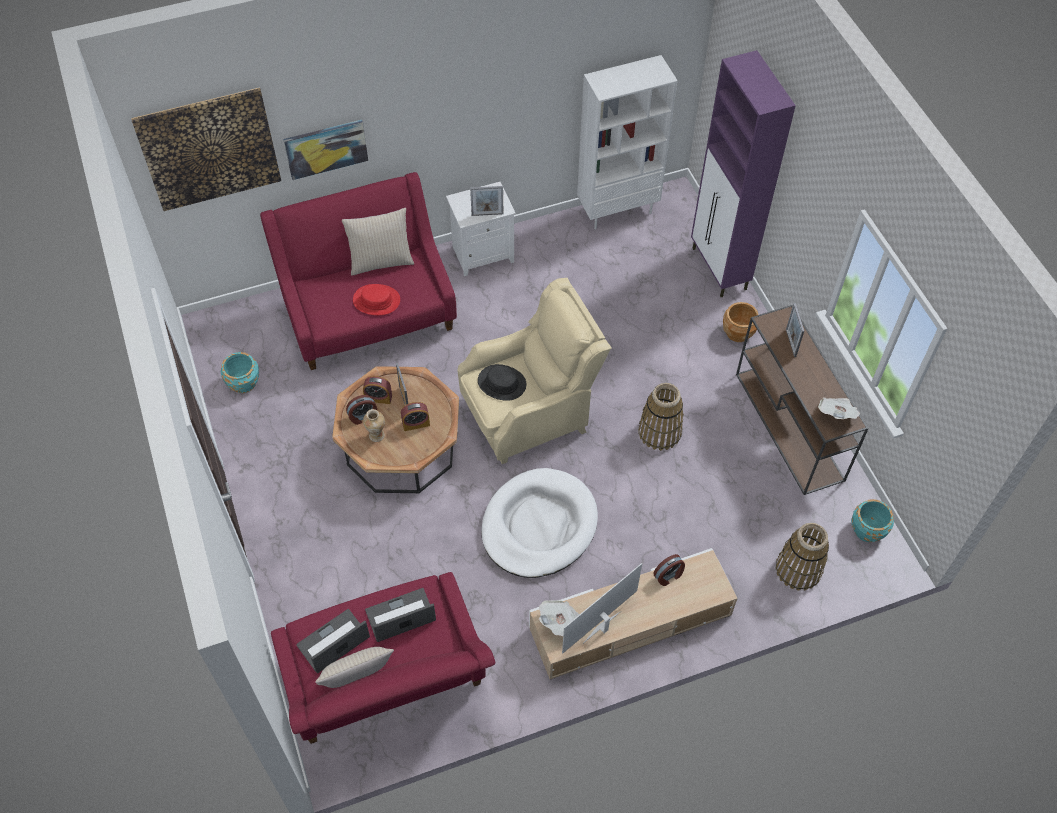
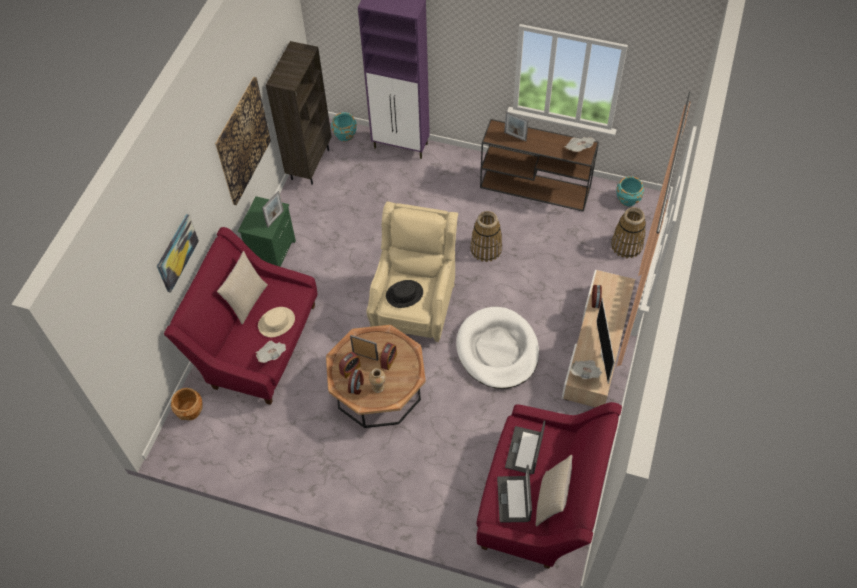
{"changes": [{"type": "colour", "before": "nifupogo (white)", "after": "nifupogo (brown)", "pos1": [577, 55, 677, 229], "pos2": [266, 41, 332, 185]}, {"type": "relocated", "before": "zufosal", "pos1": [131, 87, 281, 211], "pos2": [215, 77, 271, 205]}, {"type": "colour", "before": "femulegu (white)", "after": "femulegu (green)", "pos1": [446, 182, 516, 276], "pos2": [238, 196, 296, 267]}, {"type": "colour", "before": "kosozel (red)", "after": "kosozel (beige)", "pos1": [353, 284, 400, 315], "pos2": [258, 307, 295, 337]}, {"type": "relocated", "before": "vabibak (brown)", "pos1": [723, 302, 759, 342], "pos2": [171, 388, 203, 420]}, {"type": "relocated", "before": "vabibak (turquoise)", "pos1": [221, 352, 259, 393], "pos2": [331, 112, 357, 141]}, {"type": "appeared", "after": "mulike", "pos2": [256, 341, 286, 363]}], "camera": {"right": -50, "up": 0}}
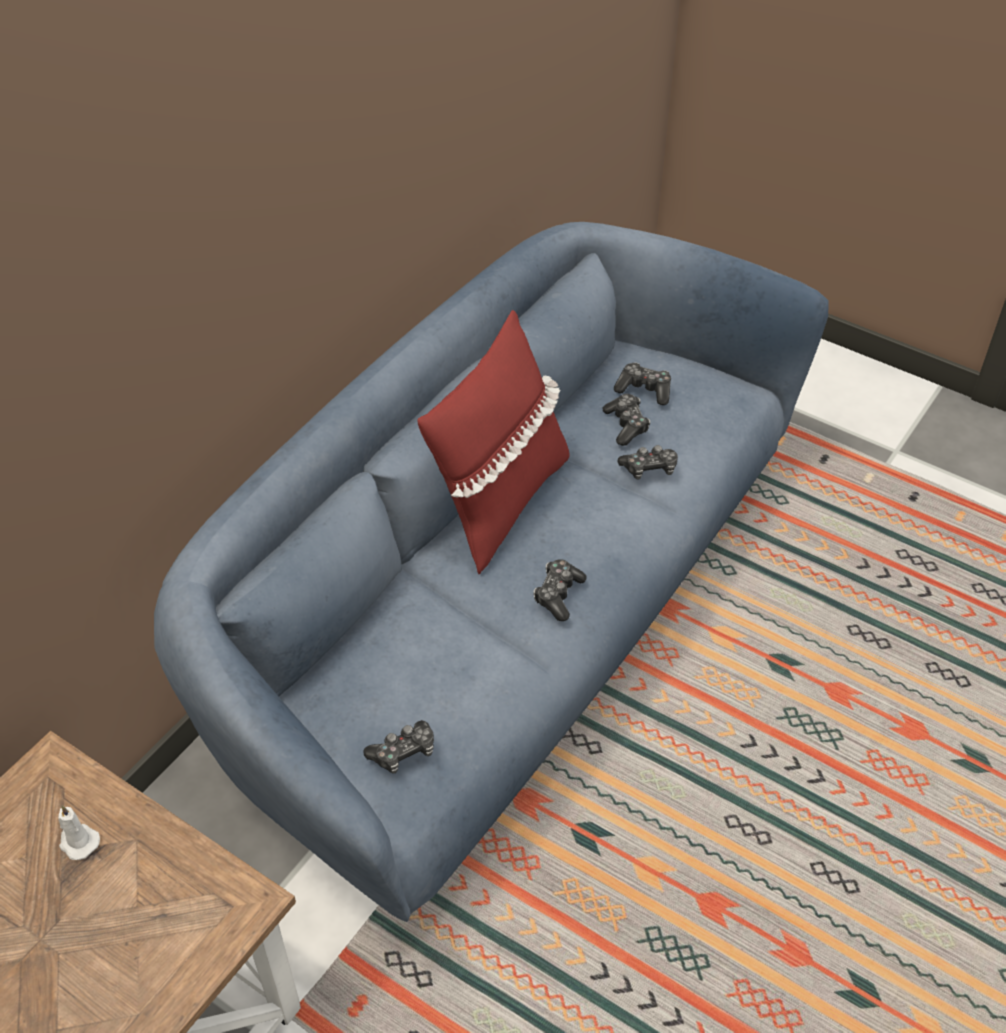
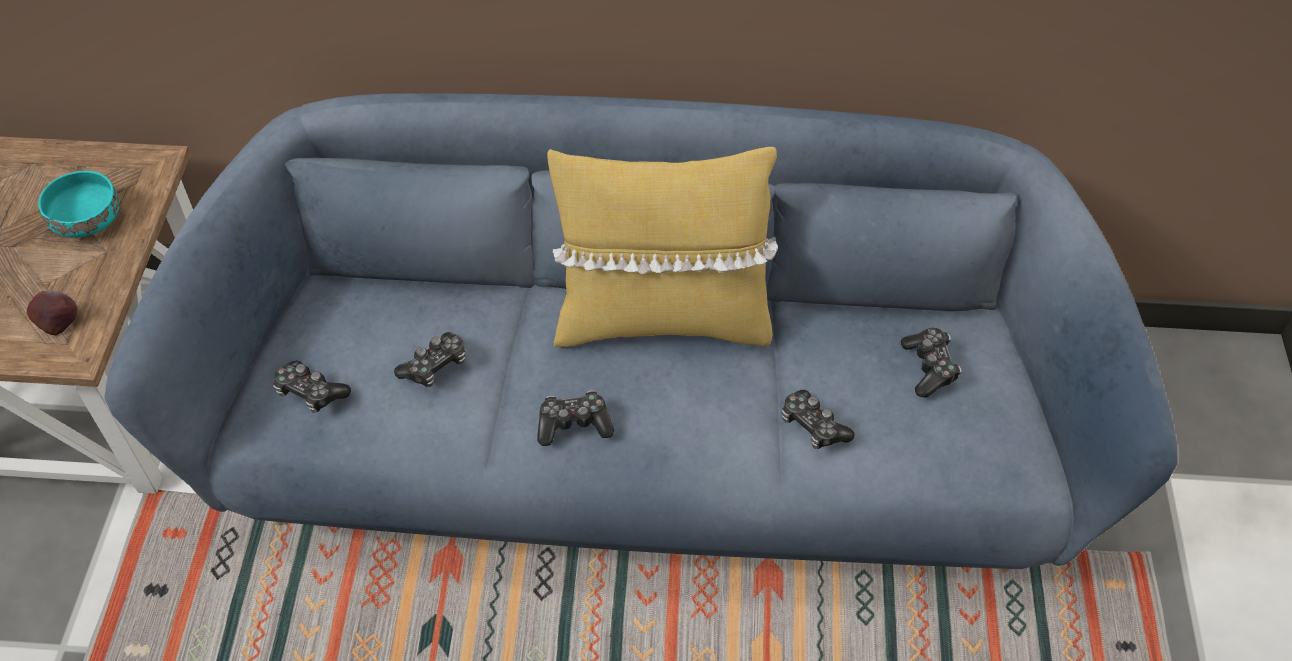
{"changes": [{"type": "colour", "before": "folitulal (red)", "after": "folitulal (yellow)", "pos1": [417, 310, 569, 574], "pos2": [547, 147, 778, 347]}, {"type": "relocated", "before": "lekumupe", "pos1": [603, 394, 650, 446], "pos2": [394, 332, 466, 387]}, {"type": "exchanged", "before": "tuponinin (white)", "after": "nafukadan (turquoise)", "pos1": [58, 805, 100, 860], "pos2": [38, 171, 120, 237]}, {"type": "appeared", "after": "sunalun", "pos2": [27, 290, 77, 335]}], "camera": {"right": 60, "up": 5}}
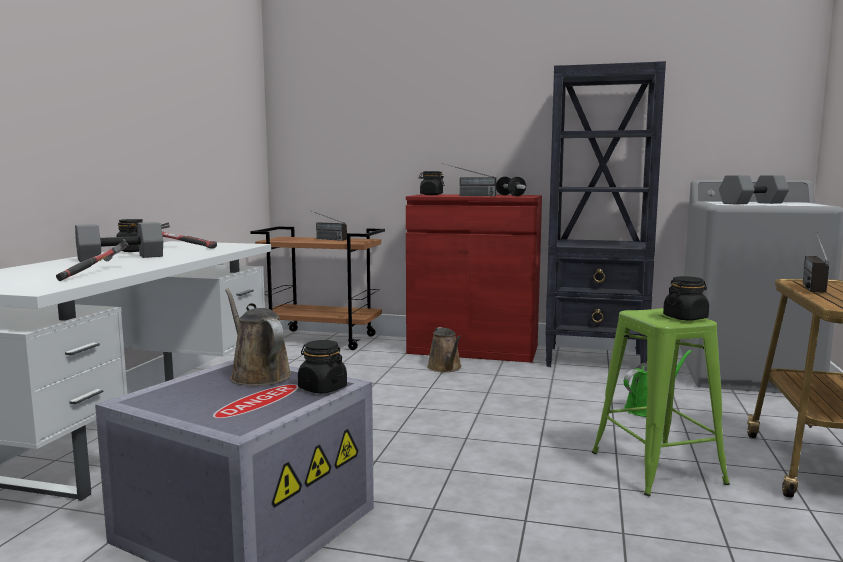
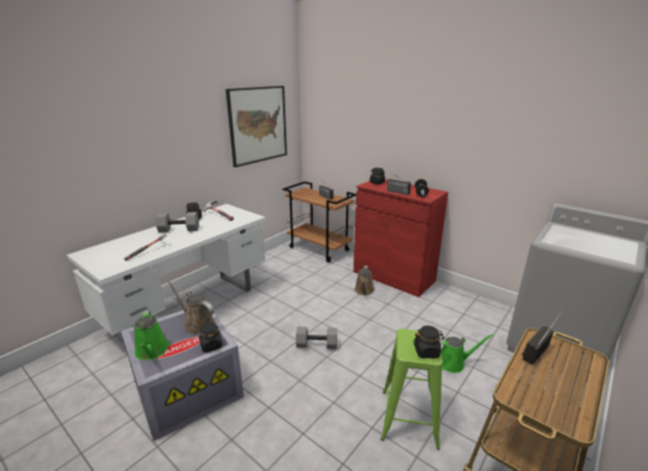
{"changes": [{"type": "missing", "before": "nifupogo (black)", "pos1": [546, 61, 666, 367]}, {"type": "relocated", "before": "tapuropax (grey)", "pos1": [719, 175, 789, 204], "pos2": [296, 327, 337, 349]}, {"type": "spun", "before": "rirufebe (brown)", "pos1": [225, 289, 291, 386], "pos2": [167, 280, 215, 334], "turn": -45}, {"type": "appeared", "after": "zufosal", "pos2": [226, 86, 287, 167]}, {"type": "appeared", "after": "rirufebe (green)", "pos2": [134, 310, 169, 360]}], "camera": {"right": 25, "up": 15}}
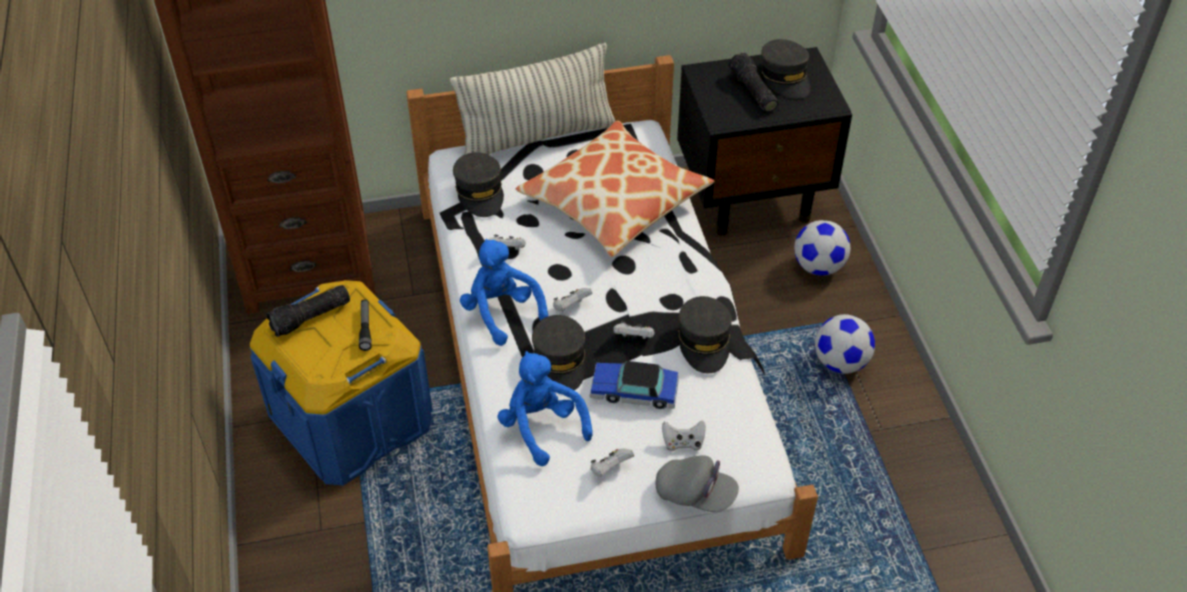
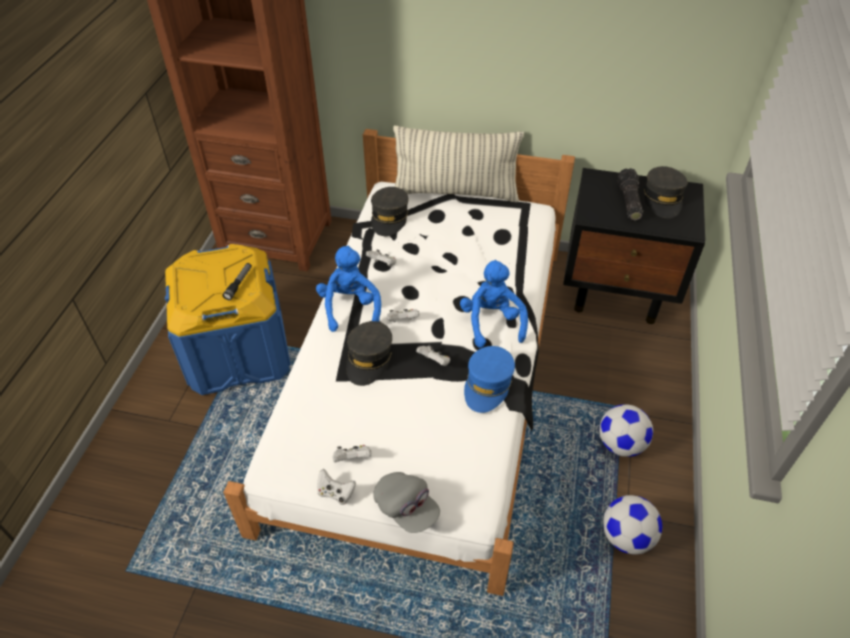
{"changes": [{"type": "missing", "before": "folitulal", "pos1": [516, 120, 714, 257]}, {"type": "relocated", "before": "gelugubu", "pos1": [794, 220, 851, 275], "pos2": [603, 495, 662, 555]}, {"type": "missing", "before": "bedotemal", "pos1": [266, 285, 350, 337]}, {"type": "colour", "before": "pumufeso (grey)", "after": "pumufeso (blue)", "pos1": [678, 296, 732, 373], "pos2": [464, 346, 515, 413]}, {"type": "relocated", "before": "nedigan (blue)", "pos1": [497, 351, 593, 466], "pos2": [460, 260, 528, 348]}, {"type": "missing", "before": "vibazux", "pos1": [590, 361, 679, 409]}, {"type": "relocated", "before": "lekumupe (white)", "pos1": [662, 420, 706, 451], "pos2": [317, 469, 356, 505]}], "camera": {"right": 25, "up": 0}}
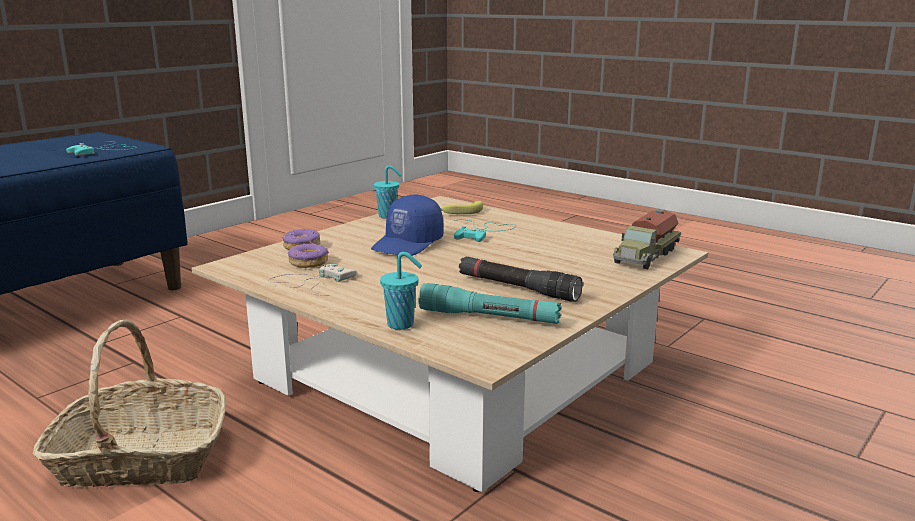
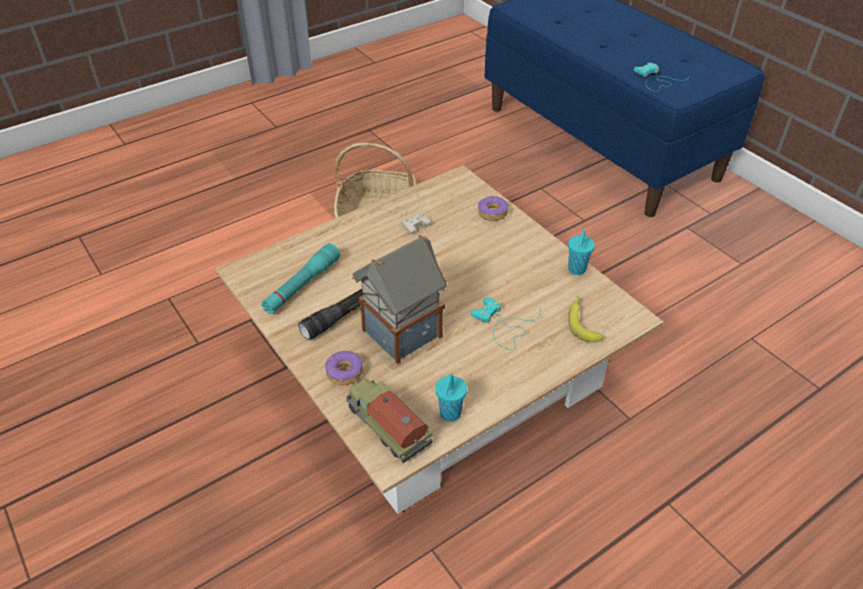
{"changes": [{"type": "missing", "before": "pumufeso (blue)", "pos1": [371, 194, 444, 256]}, {"type": "relocated", "before": "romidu", "pos1": [288, 243, 329, 268], "pos2": [325, 351, 363, 385]}, {"type": "relocated", "before": "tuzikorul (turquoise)", "pos1": [380, 252, 422, 330], "pos2": [435, 374, 467, 422]}, {"type": "appeared", "after": "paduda", "pos2": [352, 235, 447, 364]}], "camera": {"right": 105, "up": 25}}
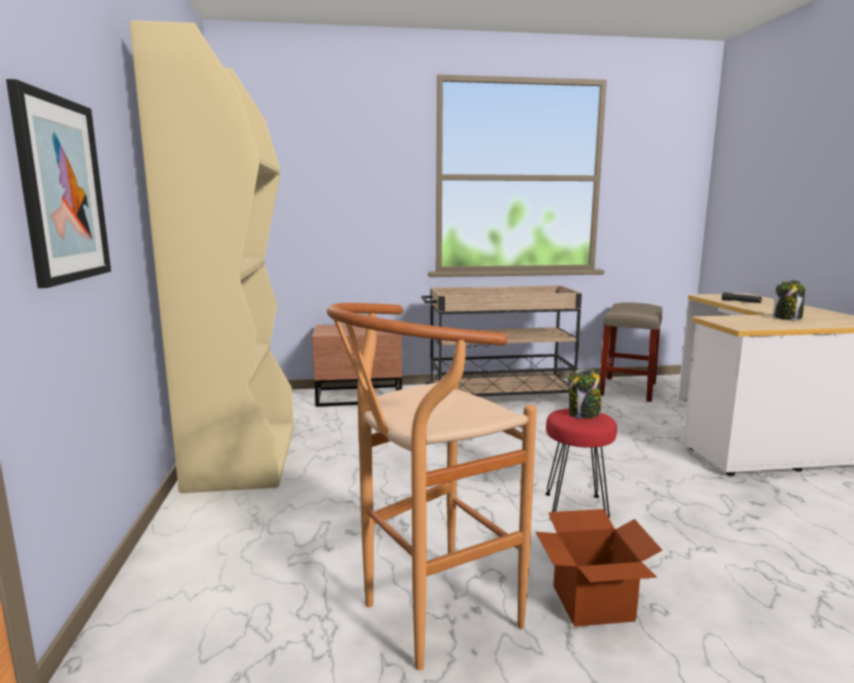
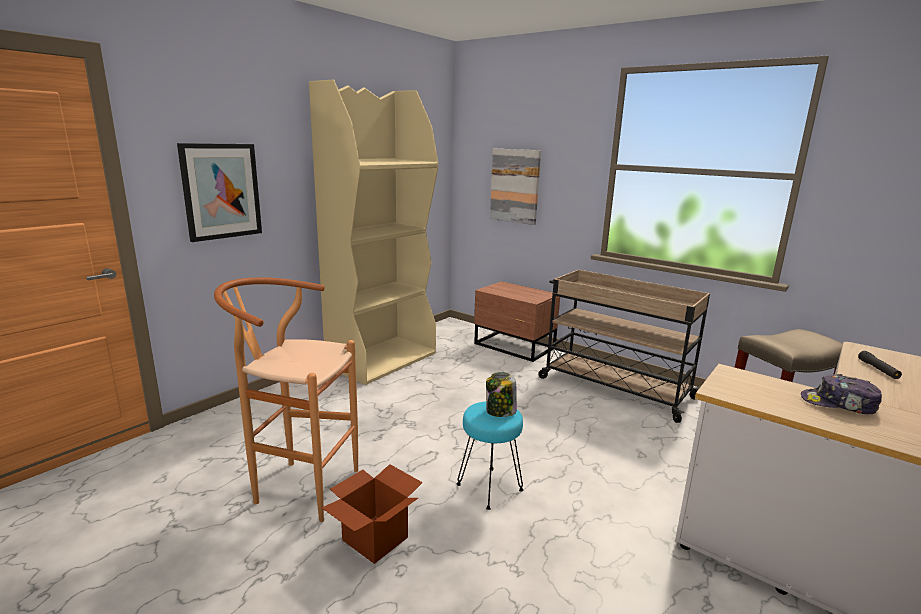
{"changes": [{"type": "exchanged", "before": "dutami", "after": "pumufeso", "pos1": [773, 280, 805, 320], "pos2": [801, 374, 882, 414]}, {"type": "colour", "before": "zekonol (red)", "after": "zekonol (turquoise)", "pos1": [545, 408, 617, 520], "pos2": [457, 401, 524, 510]}, {"type": "appeared", "after": "zufosal", "pos2": [490, 149, 541, 225]}], "camera": {"right": 45, "up": 5}}
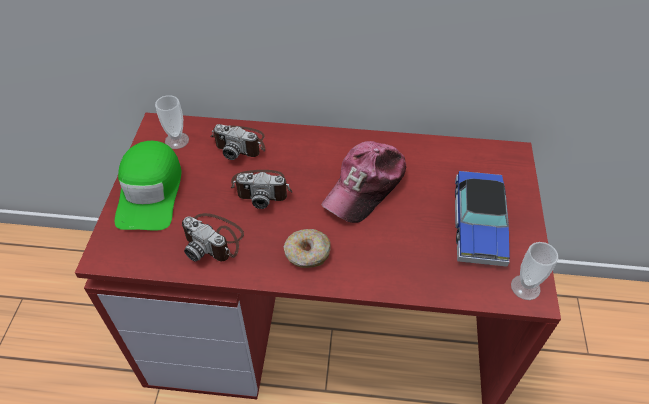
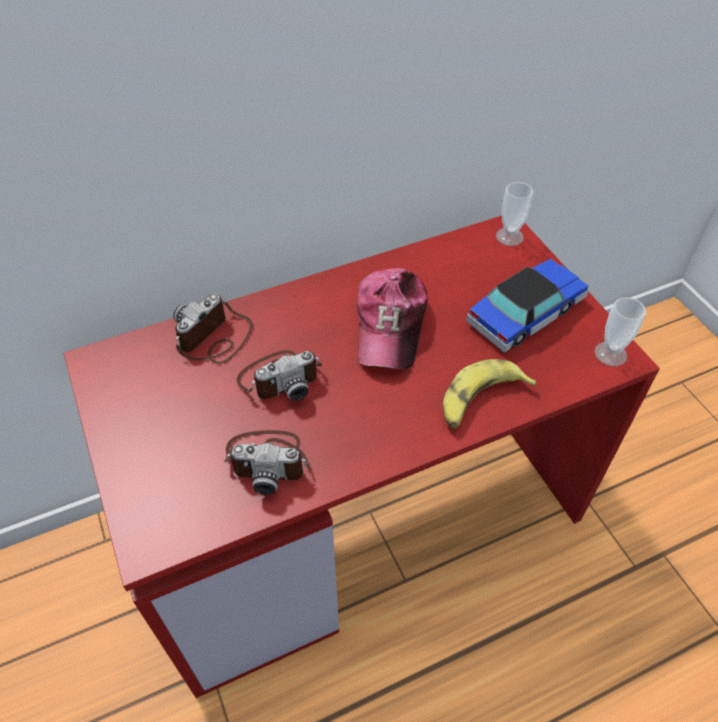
{"changes": [{"type": "relocated", "before": "tuzikorul", "pos1": [155, 95, 189, 149], "pos2": [496, 182, 533, 246]}, {"type": "spun", "before": "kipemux", "pos1": [211, 124, 265, 160], "pos2": [173, 293, 253, 364], "turn": 135}, {"type": "missing", "before": "pumufeso (green)", "pos1": [115, 141, 181, 231]}, {"type": "spun", "before": "vibazux", "pos1": [455, 171, 510, 267], "pos2": [466, 259, 589, 353], "turn": -105}, {"type": "missing", "before": "romidu", "pos1": [284, 229, 331, 268]}, {"type": "appeared", "after": "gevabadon", "pos2": [443, 359, 536, 429]}], "camera": {"right": -30, "up": 0}}
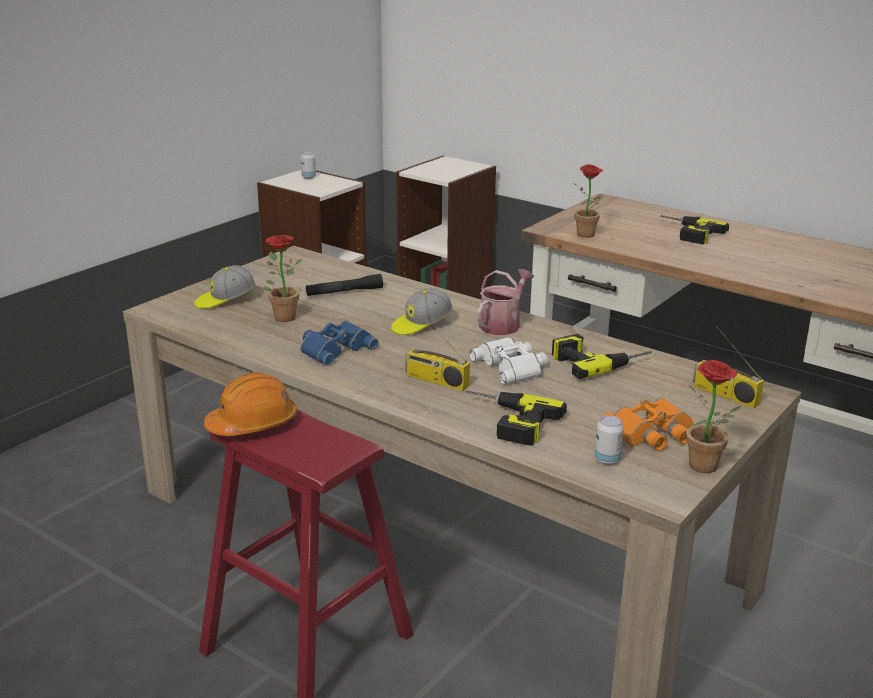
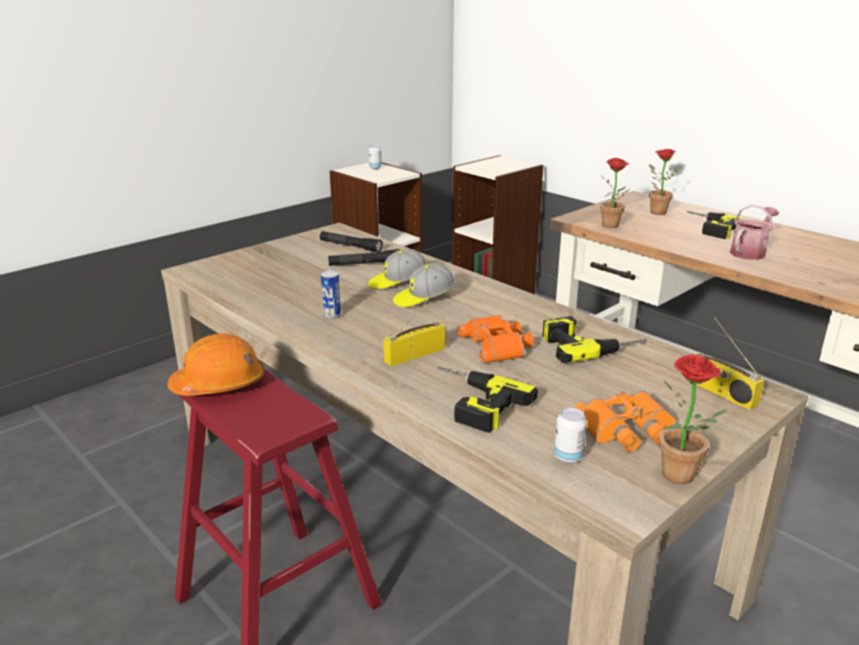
{"changes": [{"type": "relocated", "before": "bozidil", "pos1": [263, 235, 302, 322], "pos2": [649, 149, 680, 215]}, {"type": "relocated", "before": "pumufeso", "pos1": [194, 265, 256, 309], "pos2": [368, 249, 426, 289]}, {"type": "relocated", "before": "rirufebe", "pos1": [477, 269, 534, 335], "pos2": [730, 204, 779, 260]}, {"type": "spun", "before": "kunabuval", "pos1": [405, 315, 470, 391], "pos2": [383, 290, 446, 367], "turn": 105}, {"type": "exchanged", "before": "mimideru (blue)", "after": "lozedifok", "pos1": [300, 320, 379, 366], "pos2": [321, 271, 341, 319]}, {"type": "colour", "before": "mimideru (white)", "after": "mimideru (orange)", "pos1": [469, 337, 548, 385], "pos2": [457, 315, 534, 363]}, {"type": "appeared", "after": "bedotemal (black)", "pos2": [320, 231, 383, 252]}], "camera": {"right": 10, "up": 0}}
